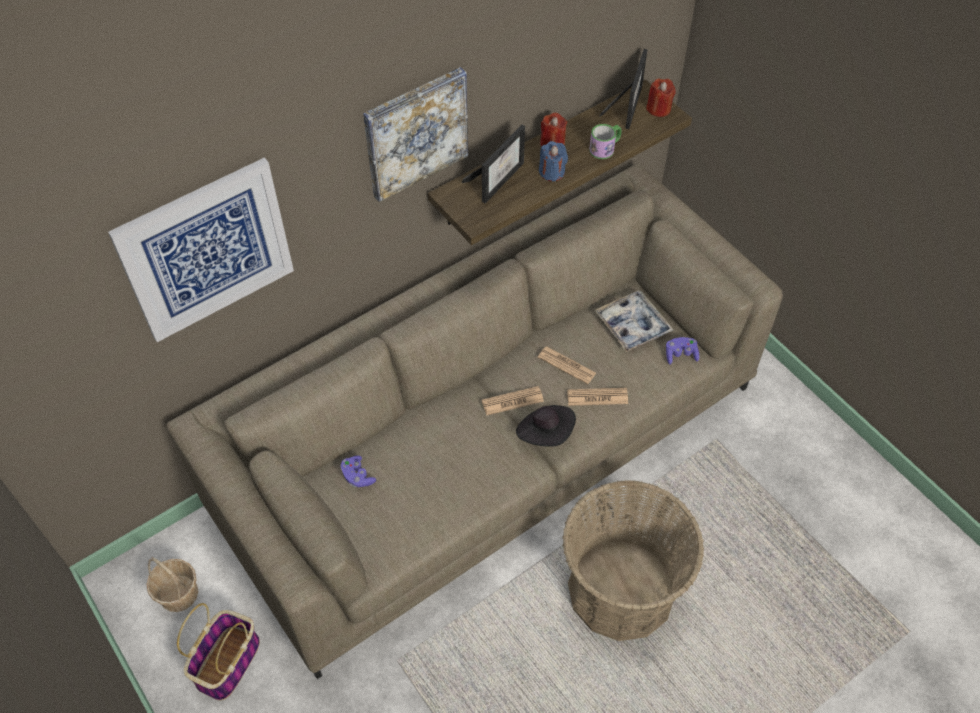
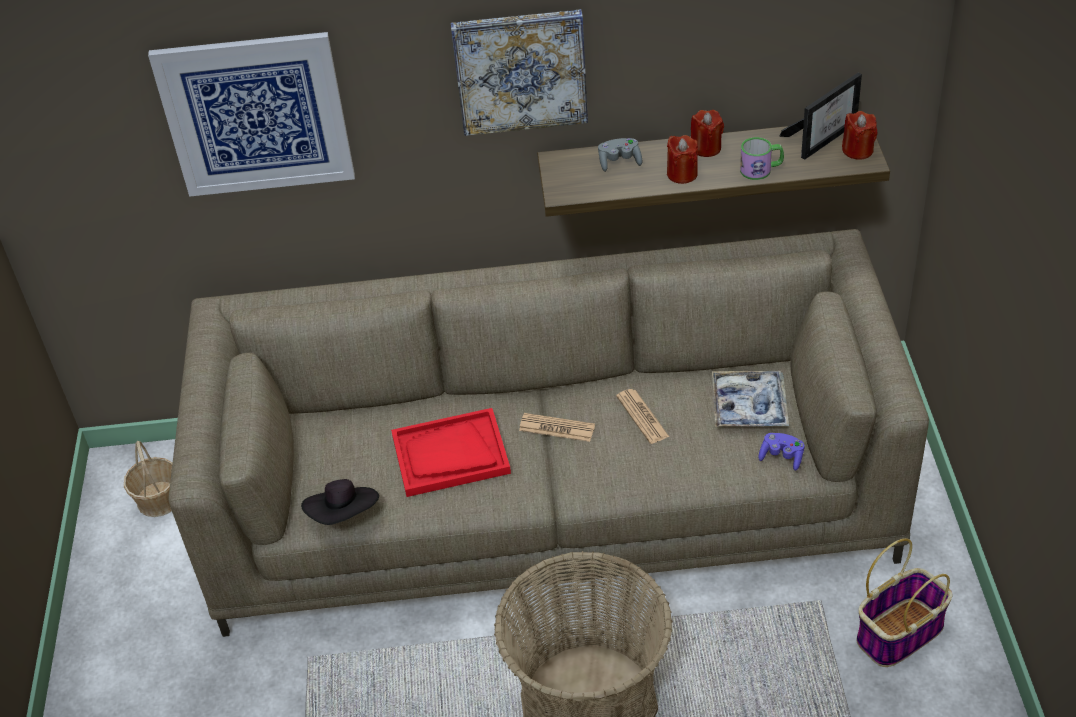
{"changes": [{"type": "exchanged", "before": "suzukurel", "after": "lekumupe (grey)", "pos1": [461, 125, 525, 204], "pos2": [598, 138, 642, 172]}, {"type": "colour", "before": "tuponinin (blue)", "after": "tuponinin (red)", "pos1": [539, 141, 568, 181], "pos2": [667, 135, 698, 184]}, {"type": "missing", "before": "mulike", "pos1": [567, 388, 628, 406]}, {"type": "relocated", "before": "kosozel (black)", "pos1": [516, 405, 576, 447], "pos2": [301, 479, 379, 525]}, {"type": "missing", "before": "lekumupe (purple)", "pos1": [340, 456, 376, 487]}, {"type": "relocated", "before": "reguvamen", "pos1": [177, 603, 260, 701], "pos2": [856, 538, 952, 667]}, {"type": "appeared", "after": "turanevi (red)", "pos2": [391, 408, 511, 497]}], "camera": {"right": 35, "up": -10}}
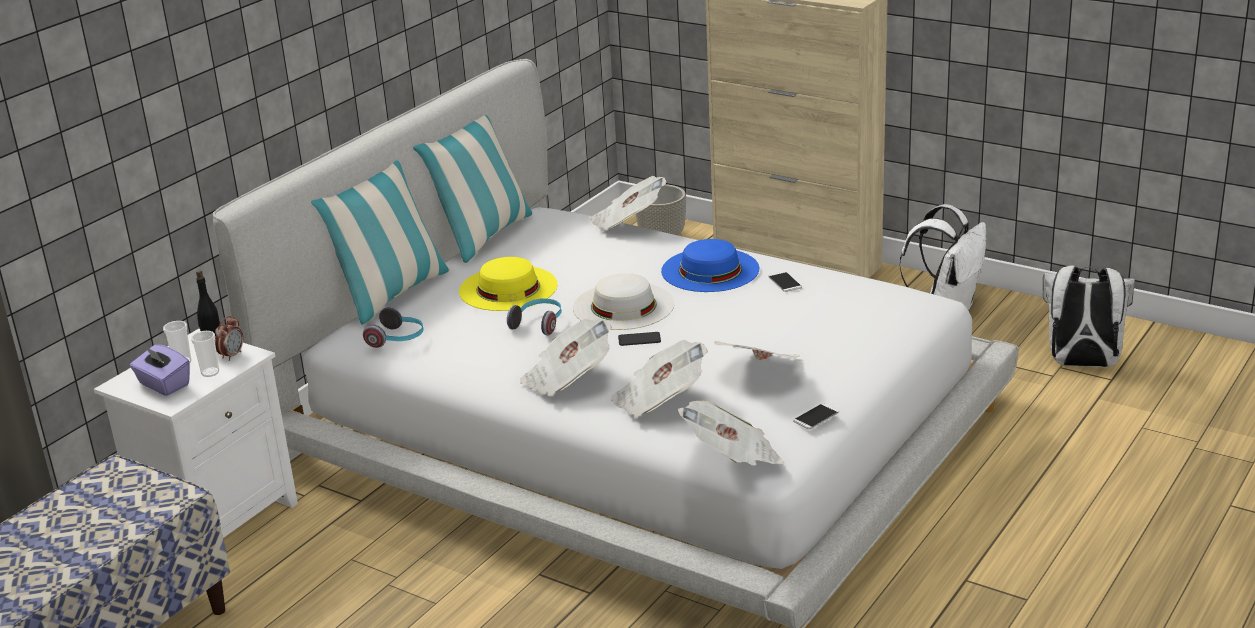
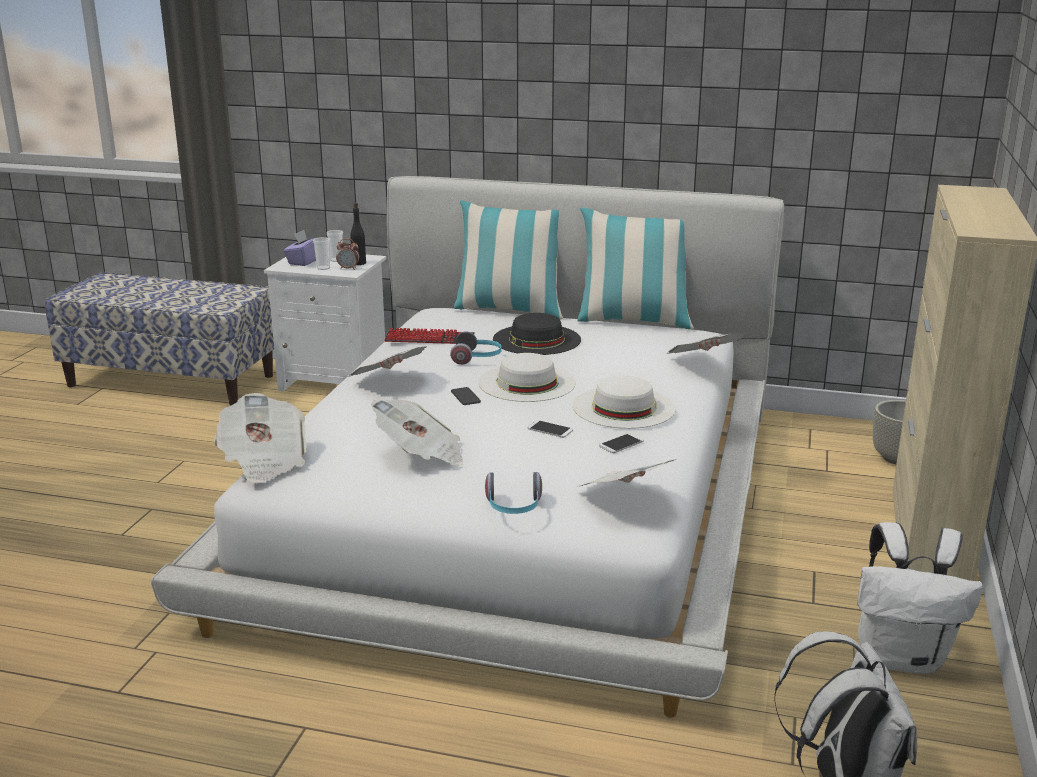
{"changes": [{"type": "colour", "before": "kosozel (blue)", "after": "kosozel (white)", "pos1": [661, 239, 759, 292], "pos2": [573, 375, 676, 429]}, {"type": "colour", "before": "kosozel (yellow)", "after": "kosozel (black)", "pos1": [459, 257, 558, 311], "pos2": [493, 313, 581, 355]}, {"type": "relocated", "before": "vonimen", "pos1": [363, 307, 424, 348], "pos2": [485, 472, 542, 514]}, {"type": "relocated", "before": "mulike", "pos1": [611, 340, 708, 418], "pos2": [580, 459, 678, 486]}, {"type": "relocated", "before": "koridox", "pos1": [793, 403, 839, 429], "pos2": [528, 420, 573, 438]}, {"type": "appeared", "after": "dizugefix", "pos2": [384, 328, 474, 344]}], "camera": {"right": 70, "up": -5}}
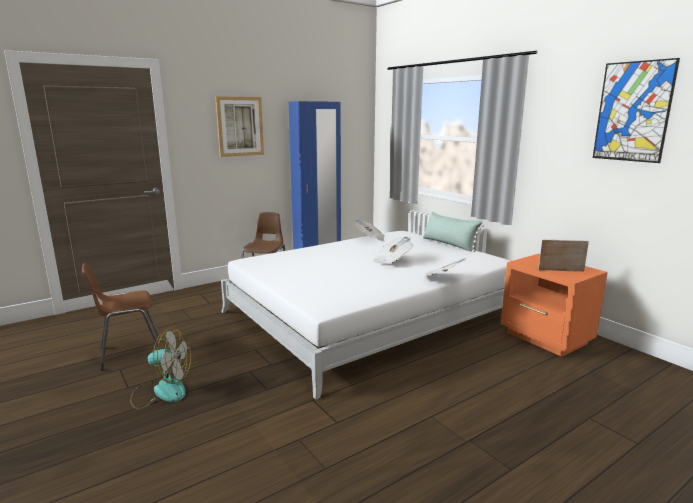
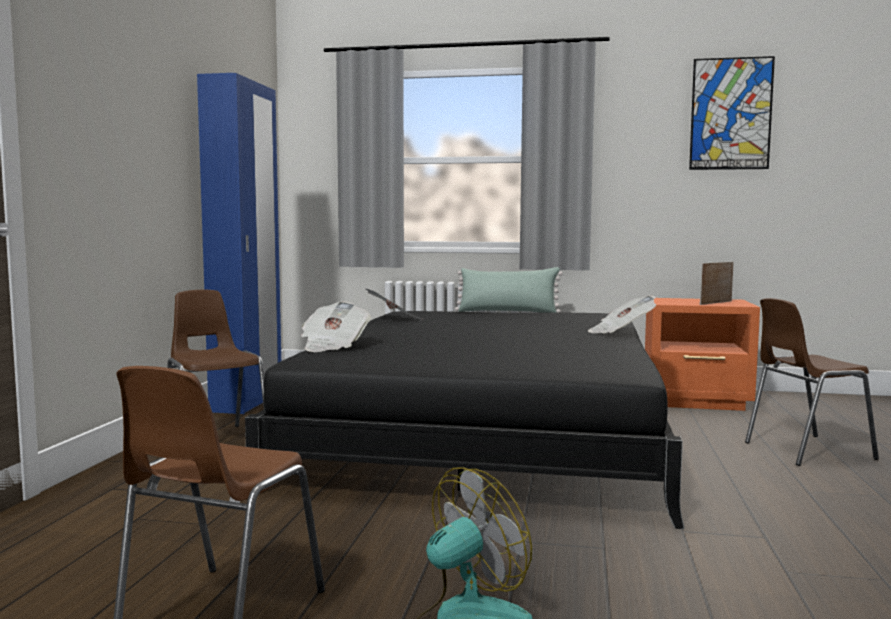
{"changes": [{"type": "missing", "before": "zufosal", "pos1": [215, 96, 264, 157]}, {"type": "colour", "before": "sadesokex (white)", "after": "sadesokex (black)", "pos1": [221, 231, 510, 400], "pos2": [245, 311, 685, 529]}, {"type": "relocated", "before": "mulike", "pos1": [373, 236, 413, 264], "pos2": [301, 301, 371, 352]}, {"type": "appeared", "after": "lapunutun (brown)", "pos2": [745, 298, 879, 466]}], "camera": {"right": -45, "up": -10}}
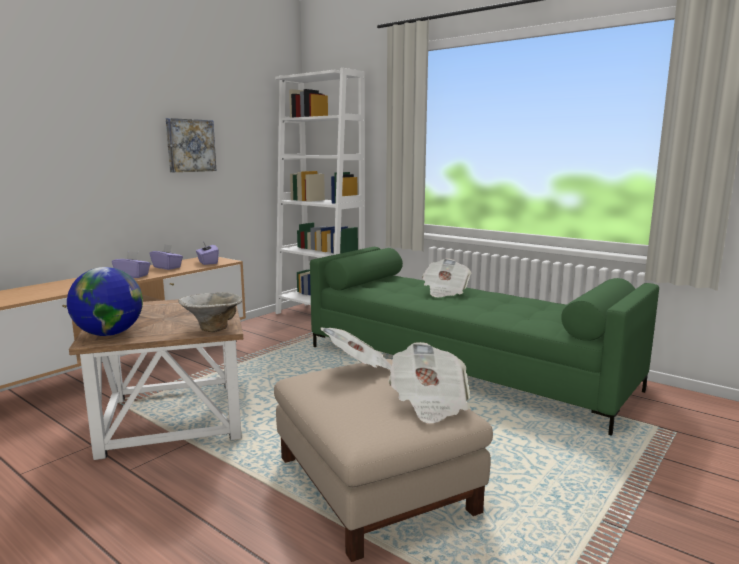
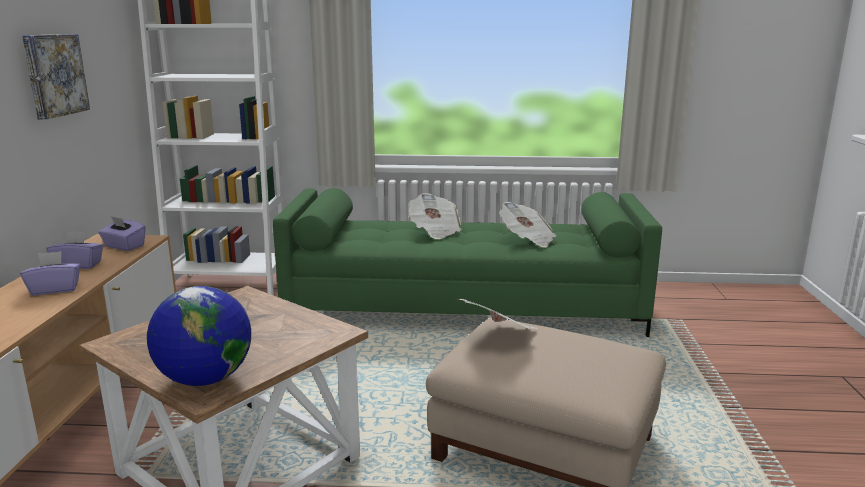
{"changes": [{"type": "missing", "before": "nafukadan", "pos1": [178, 292, 243, 332]}, {"type": "relocated", "before": "mulike", "pos1": [389, 342, 470, 424], "pos2": [499, 202, 556, 248]}], "camera": {"right": -35, "up": 5}}
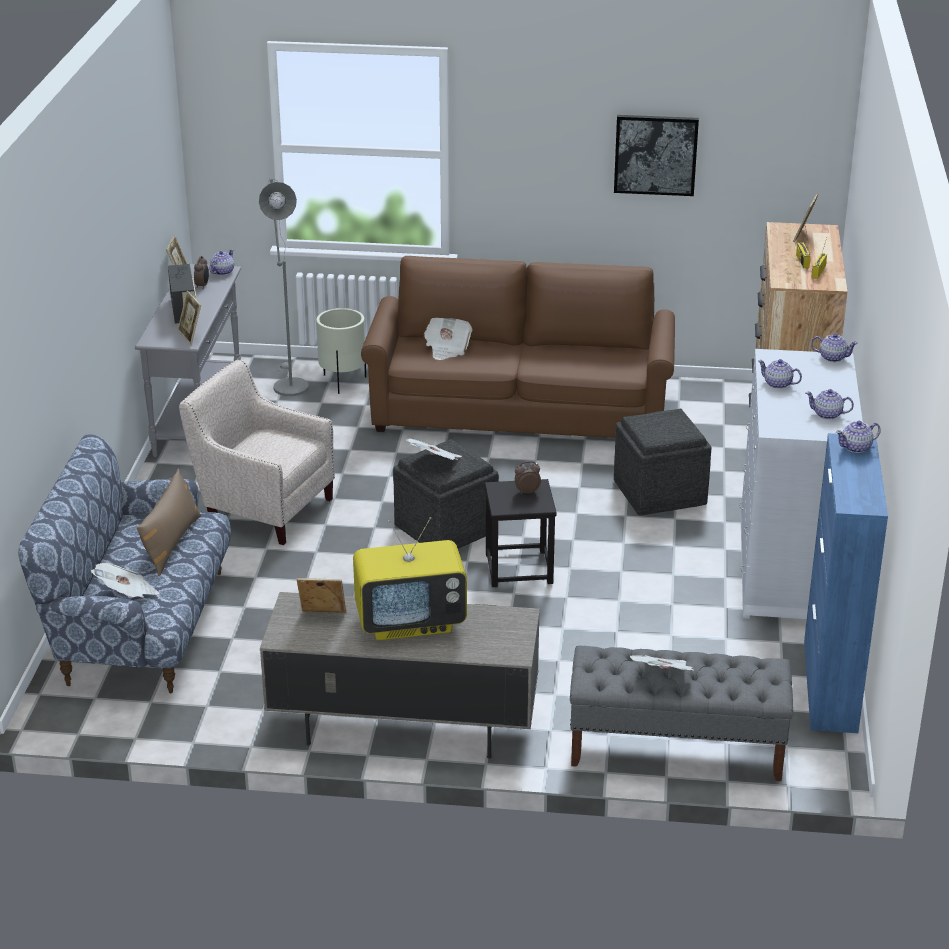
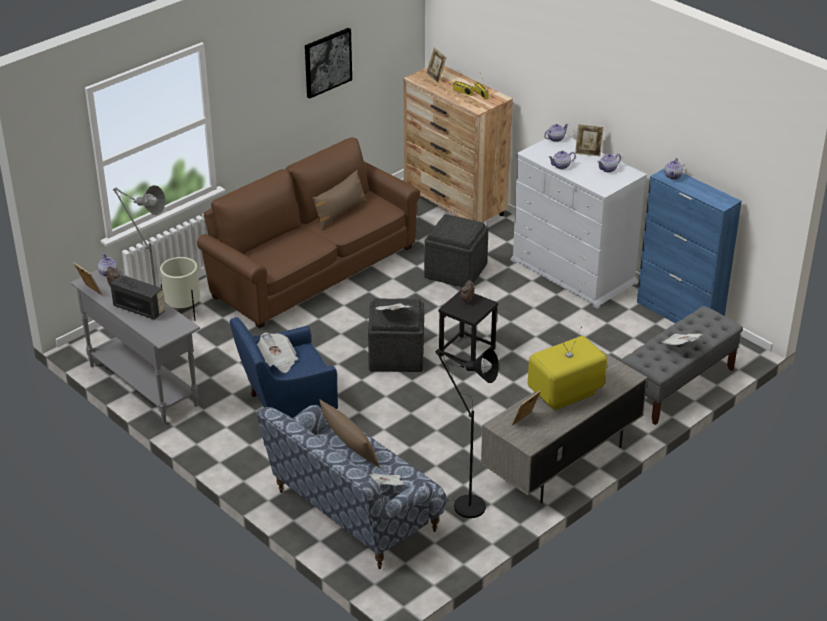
{"changes": [{"type": "relocated", "before": "suzukurel", "pos1": [177, 291, 201, 345], "pos2": [575, 124, 604, 156]}, {"type": "relocated", "before": "mulike", "pos1": [424, 318, 472, 360], "pos2": [257, 332, 298, 373]}, {"type": "colour", "before": "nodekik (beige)", "after": "nodekik (blue)", "pos1": [179, 359, 335, 545], "pos2": [230, 317, 338, 418]}, {"type": "spun", "before": "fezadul", "pos1": [353, 517, 467, 641], "pos2": [528, 327, 607, 410], "turn": -150}, {"type": "appeared", "after": "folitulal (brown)", "pos2": [312, 170, 367, 229]}, {"type": "appeared", "after": "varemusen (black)", "pos2": [435, 349, 499, 518]}], "camera": {"right": -50, "up": 5}}
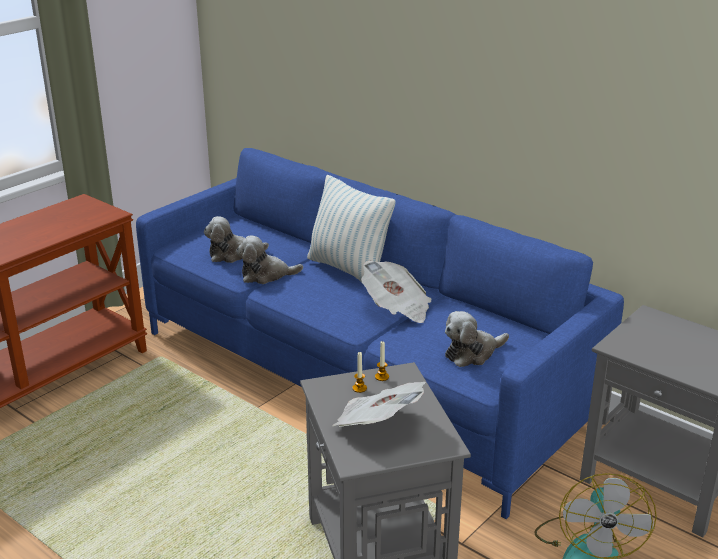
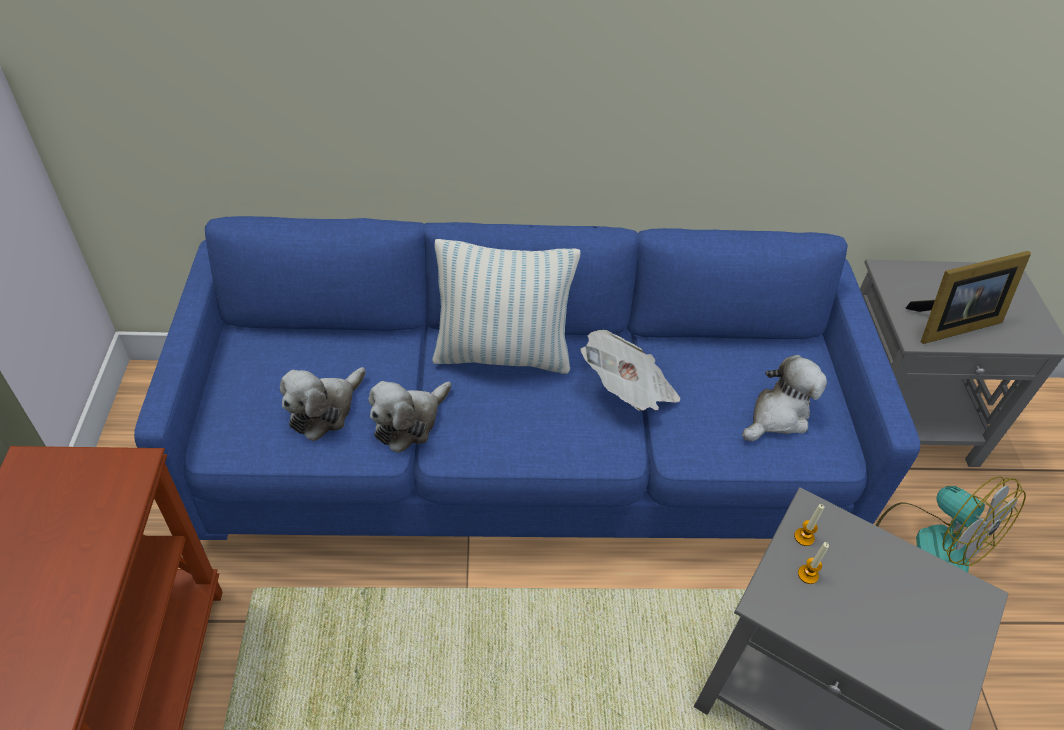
{"changes": [{"type": "spun", "before": "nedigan", "pos1": [445, 311, 509, 367], "pos2": [742, 355, 827, 441], "turn": -150}, {"type": "missing", "before": "mulike", "pos1": [333, 382, 426, 427]}, {"type": "appeared", "after": "suzukurel", "pos2": [905, 251, 1031, 344]}], "camera": {"right": -45, "up": 20}}
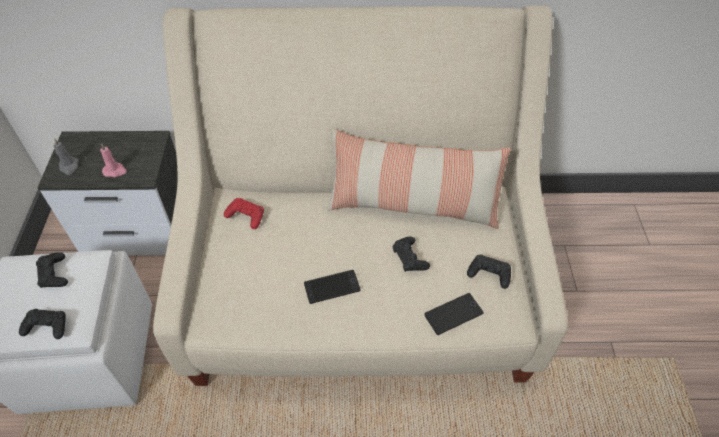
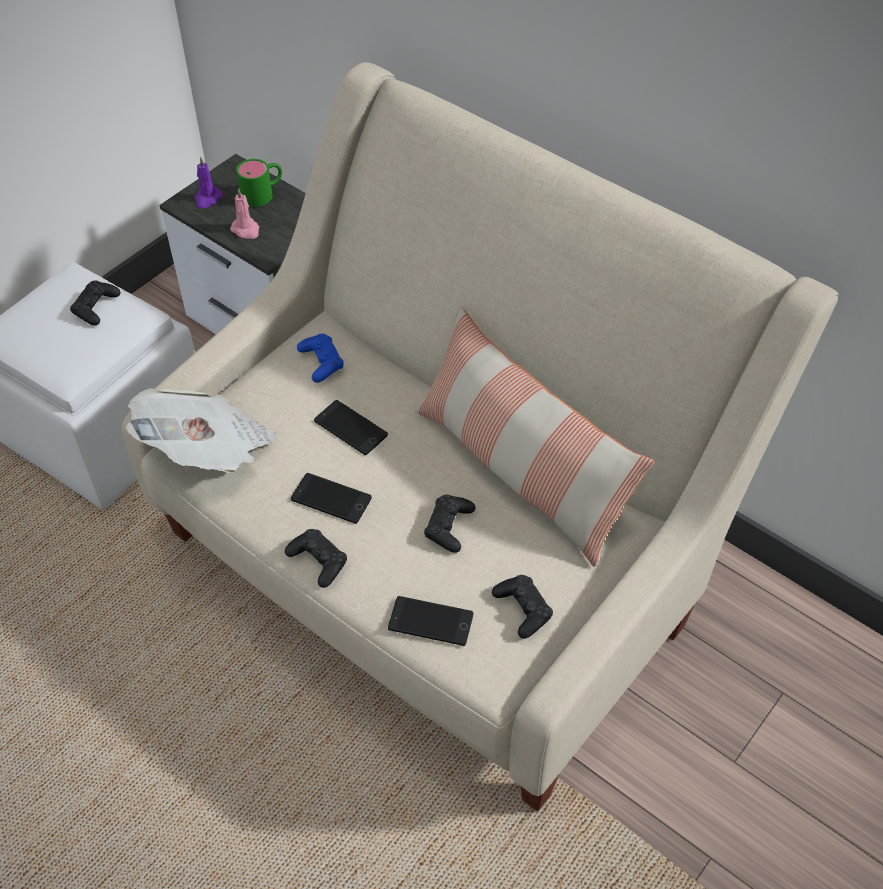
{"changes": [{"type": "colour", "before": "tuponinin (grey)", "after": "tuponinin (purple)", "pos1": [54, 138, 79, 175], "pos2": [194, 156, 223, 209]}, {"type": "colour", "before": "lekumupe (red)", "after": "lekumupe (blue)", "pos1": [224, 198, 264, 229], "pos2": [297, 334, 344, 383]}, {"type": "relocated", "before": "lekumupe (black)", "pos1": [19, 309, 66, 339], "pos2": [285, 529, 347, 588]}, {"type": "appeared", "after": "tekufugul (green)", "pos2": [236, 159, 282, 207]}, {"type": "appeared", "after": "mulike", "pos2": [125, 388, 277, 473]}, {"type": "appeared", "after": "koridox", "pos2": [314, 400, 388, 455]}], "camera": {"right": 40, "up": 0}}
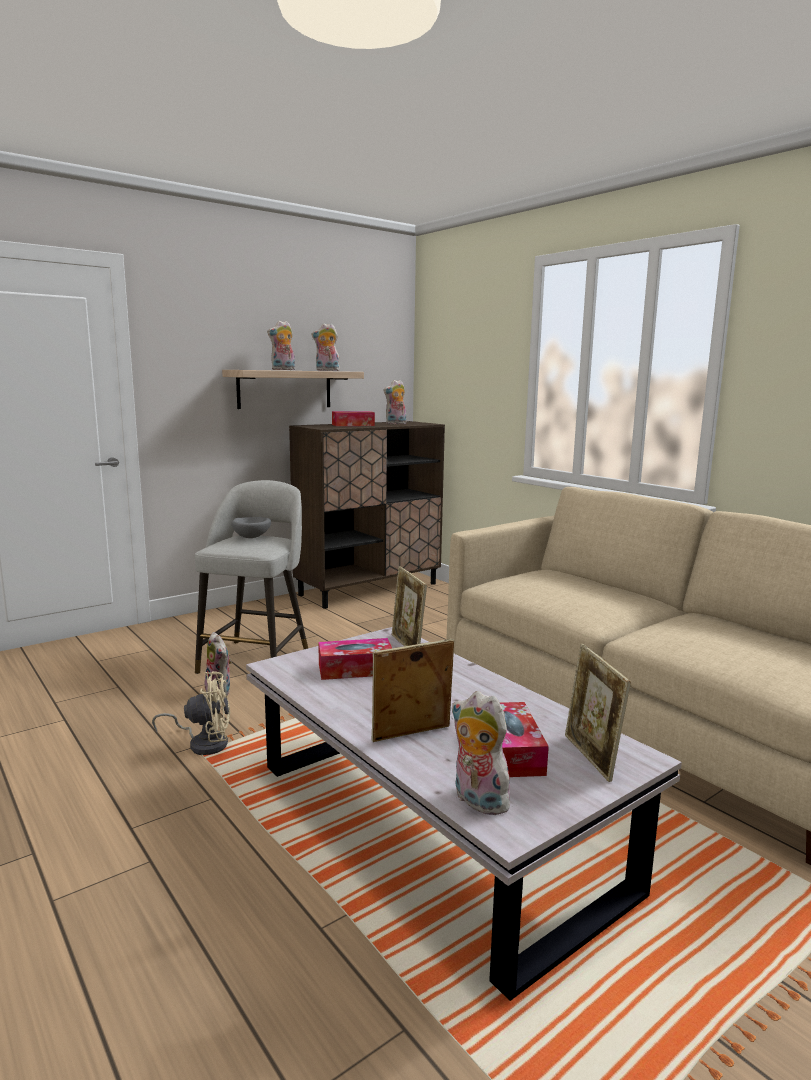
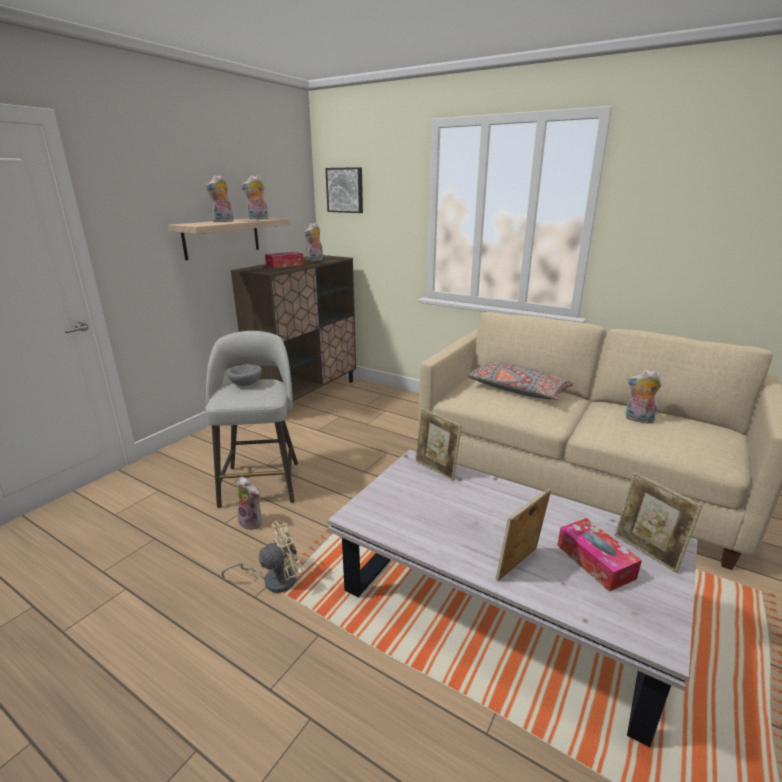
{"changes": [{"type": "missing", "before": "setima", "pos1": [318, 638, 392, 680]}, {"type": "relocated", "before": "nedigan", "pos1": [452, 691, 510, 815], "pos2": [626, 370, 662, 424]}, {"type": "appeared", "after": "zufosal", "pos2": [325, 167, 363, 213]}, {"type": "appeared", "after": "folitulal (grey)", "pos2": [467, 362, 574, 400]}], "camera": {"right": -20, "up": 10}}
